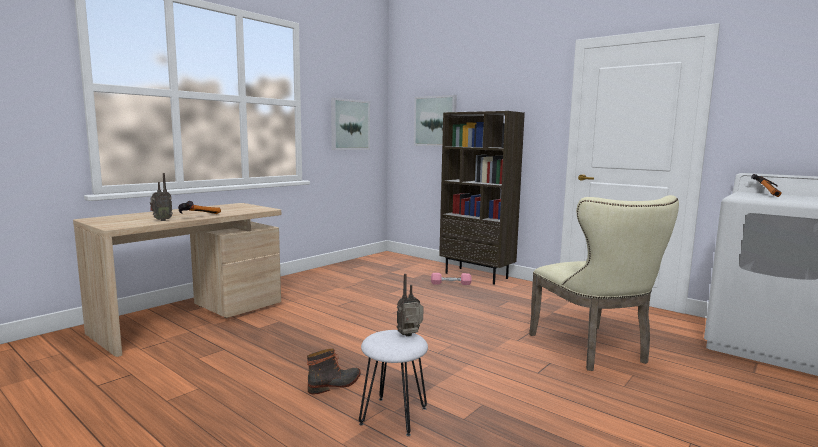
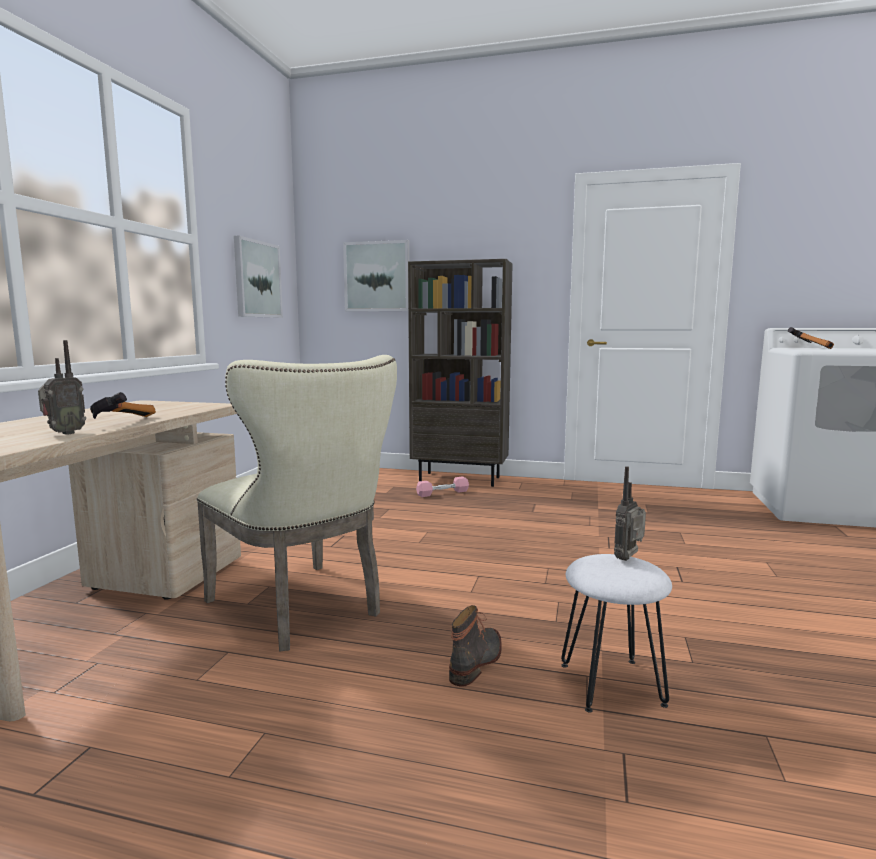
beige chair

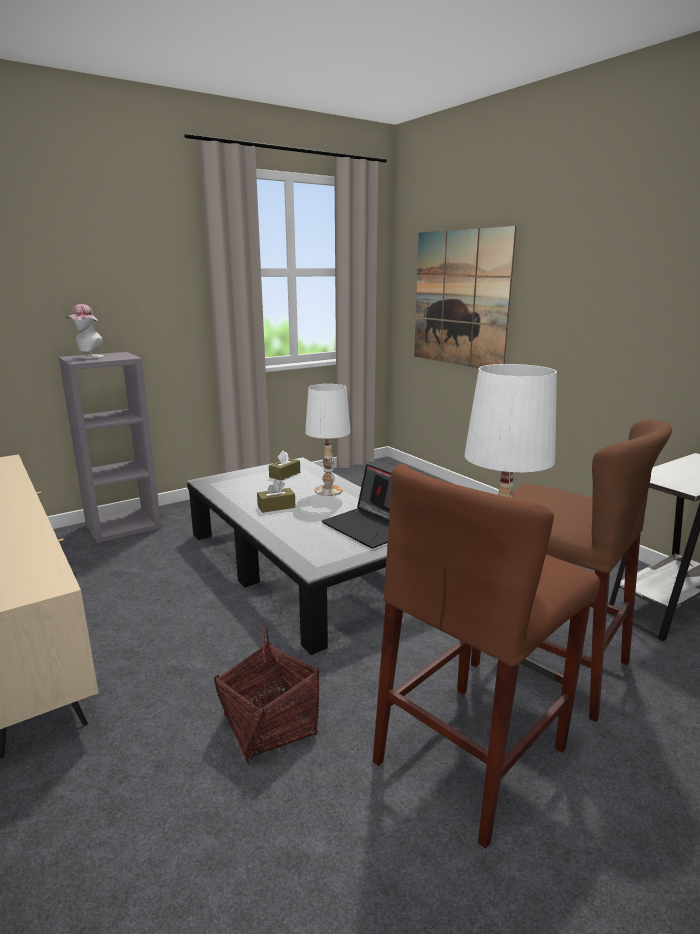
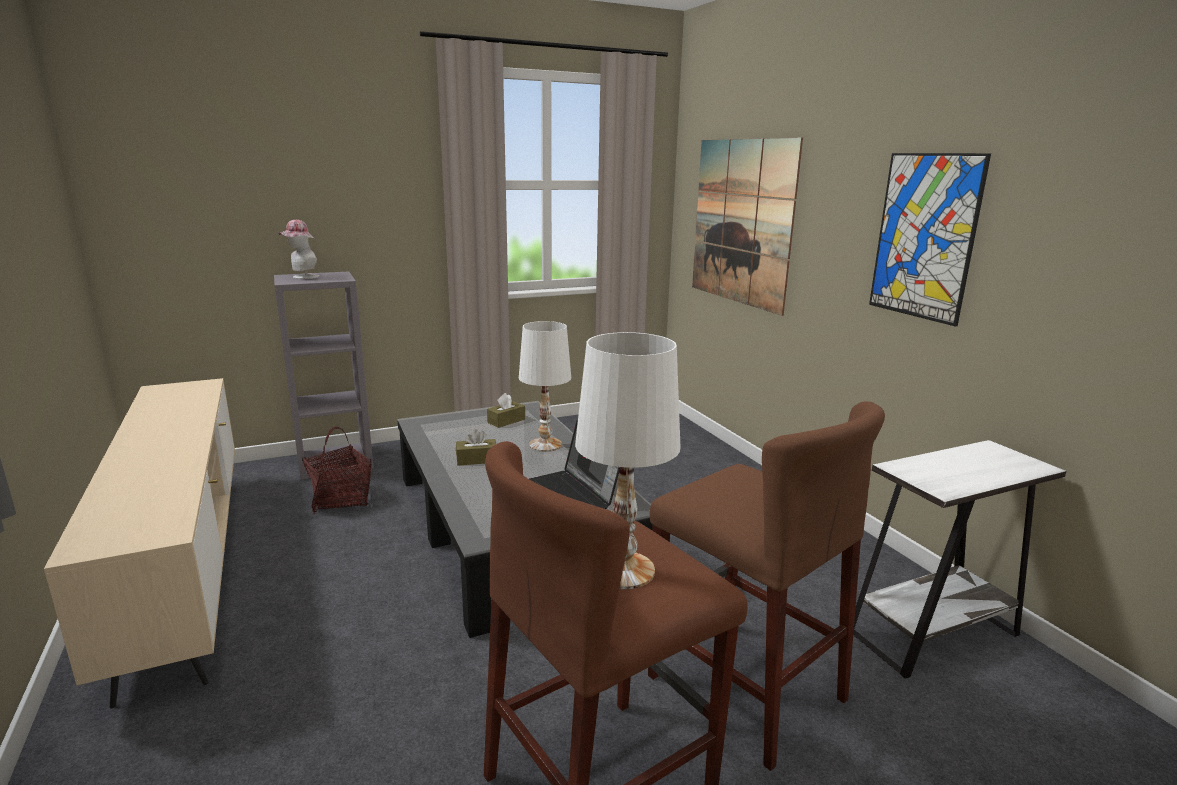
basket
picture (no. 2 from left)

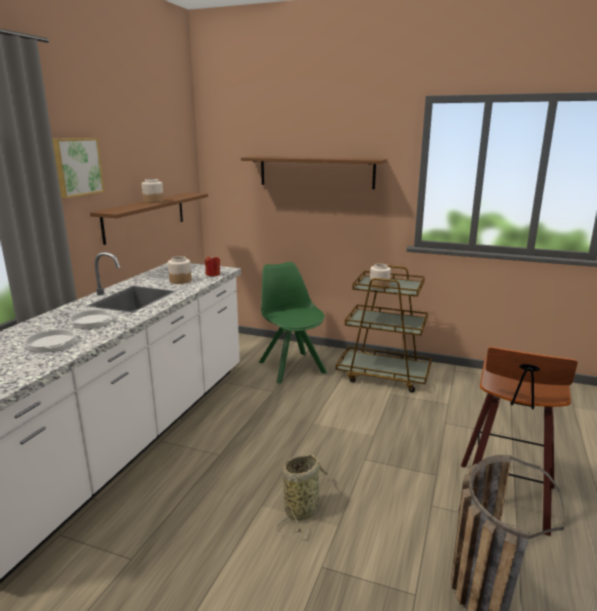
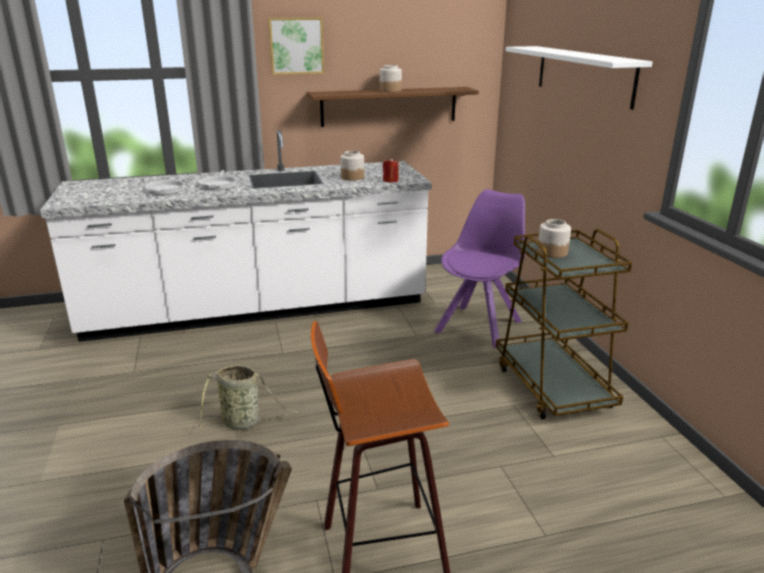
purple chair
white shelf

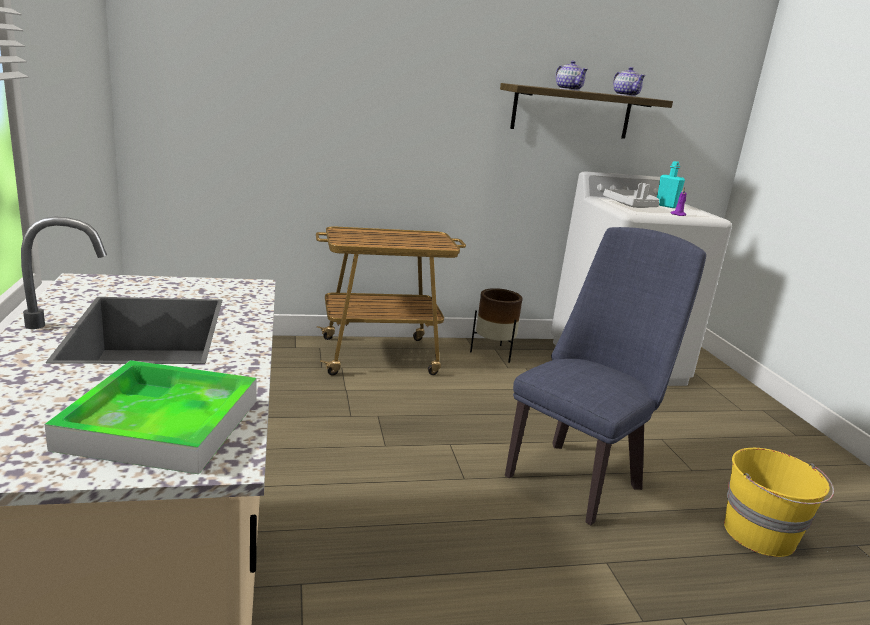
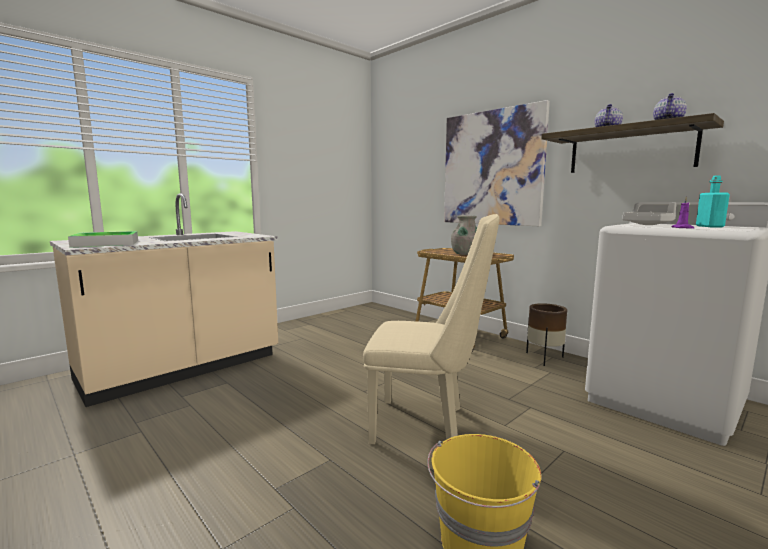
beige chair
picture
grey vase

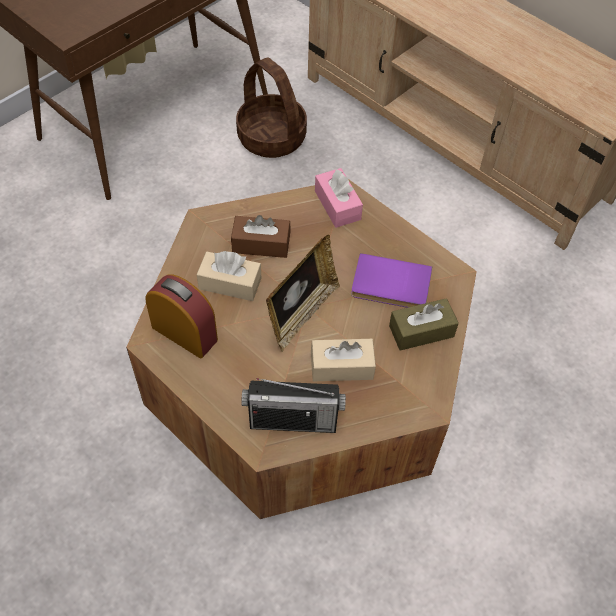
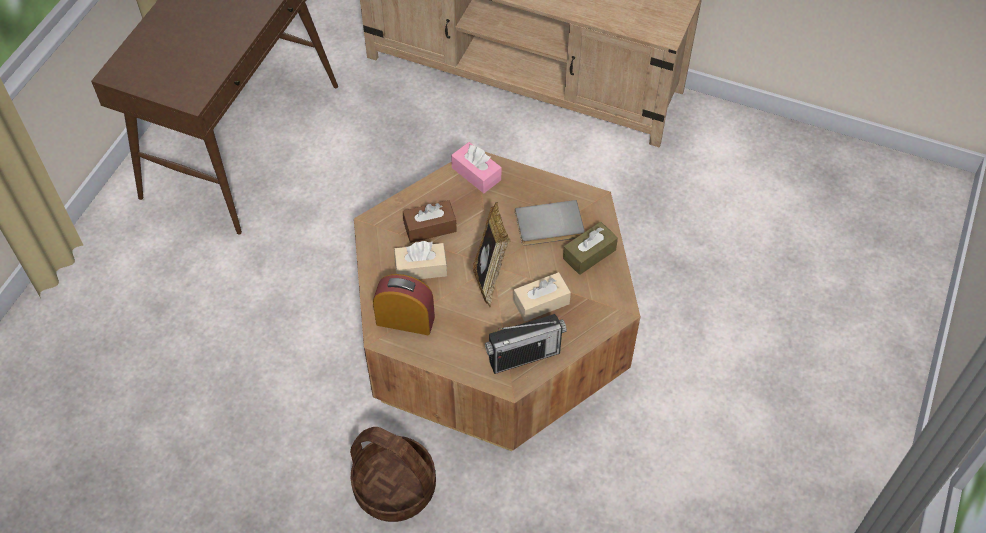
basket
grey book

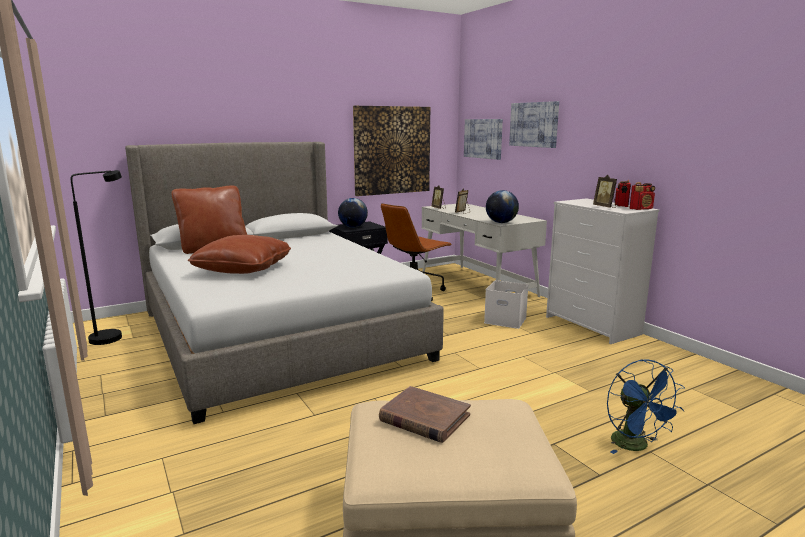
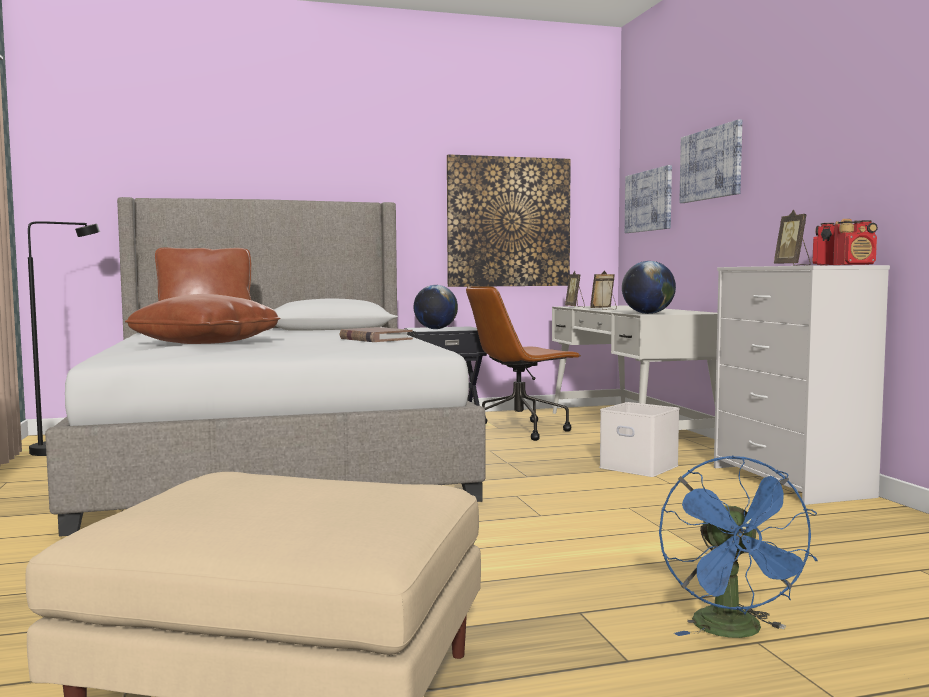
brown book

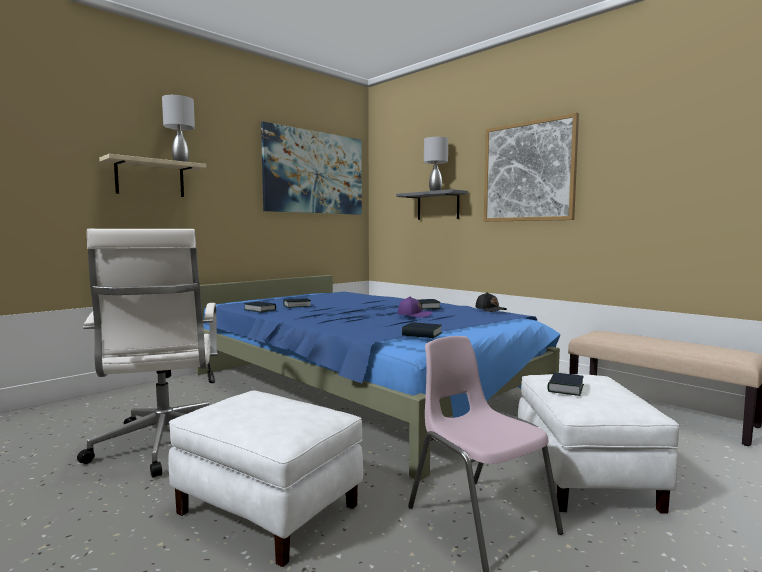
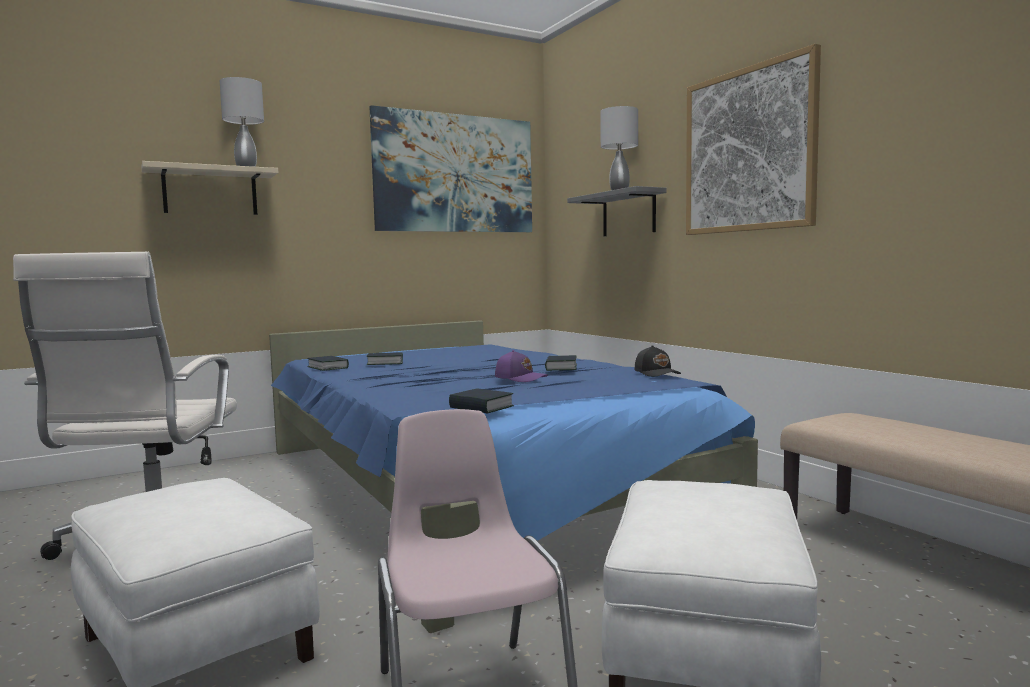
book (no. 5 from left in the first image)

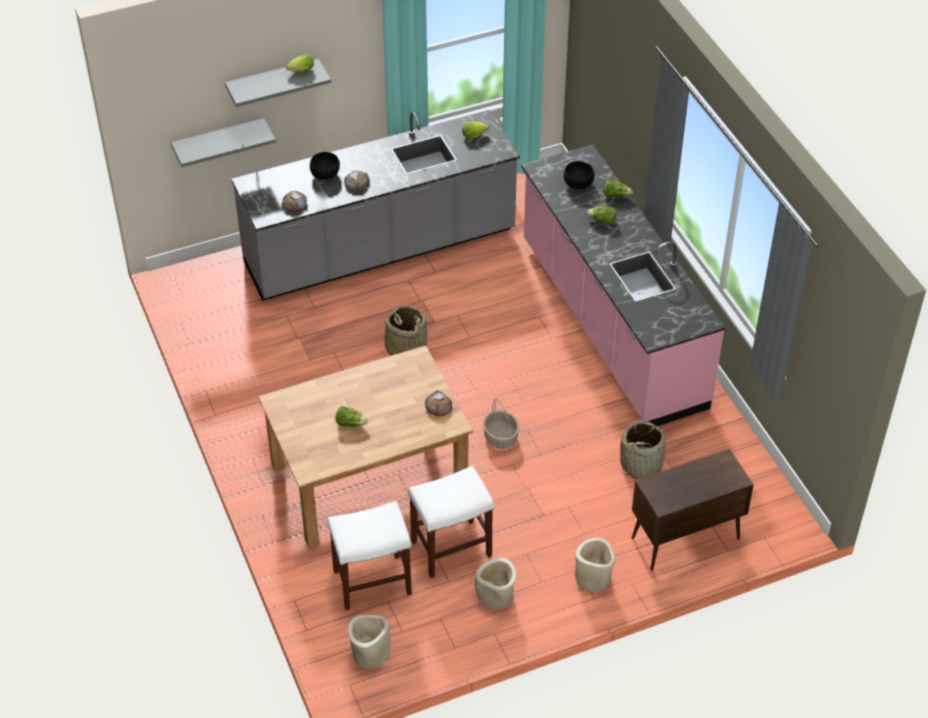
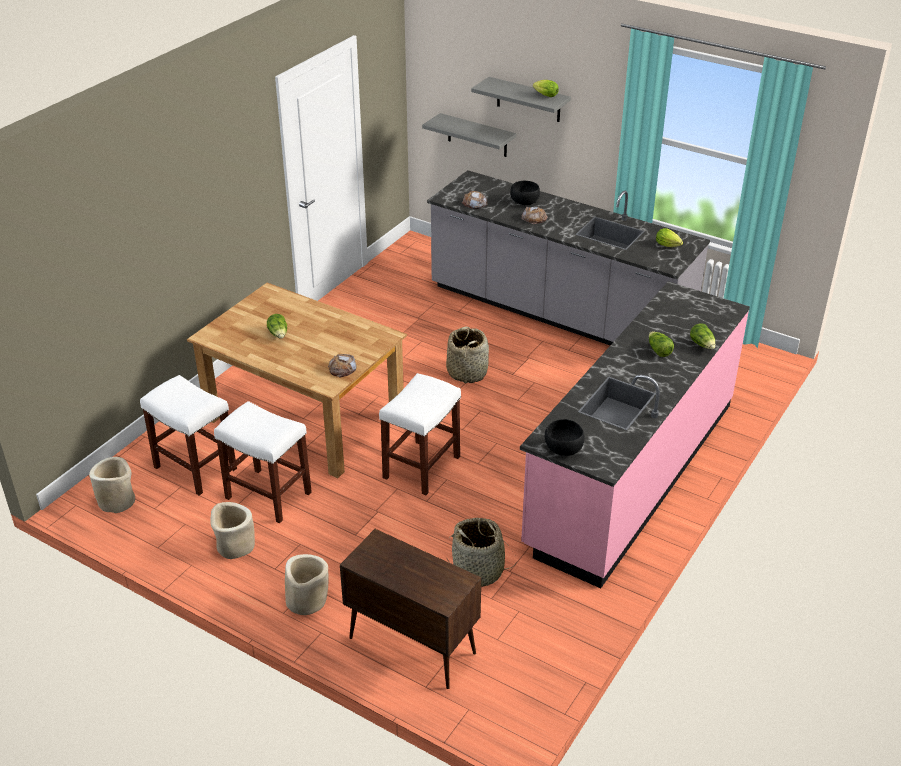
white stool (no. 3 from left)
black bowl (no. 2 from left)

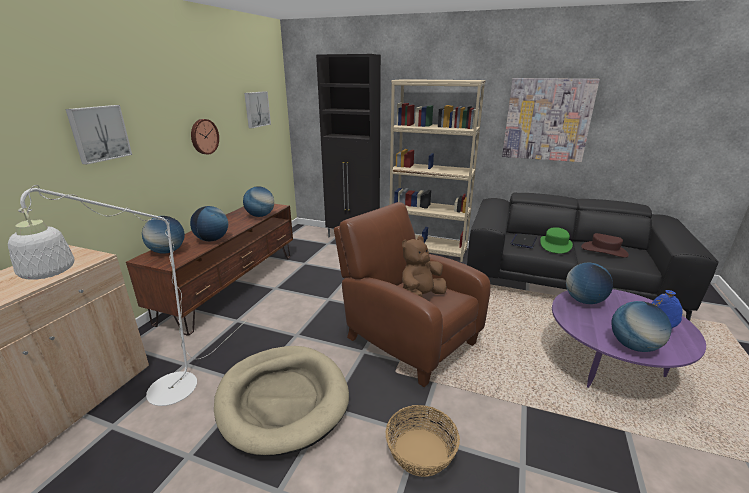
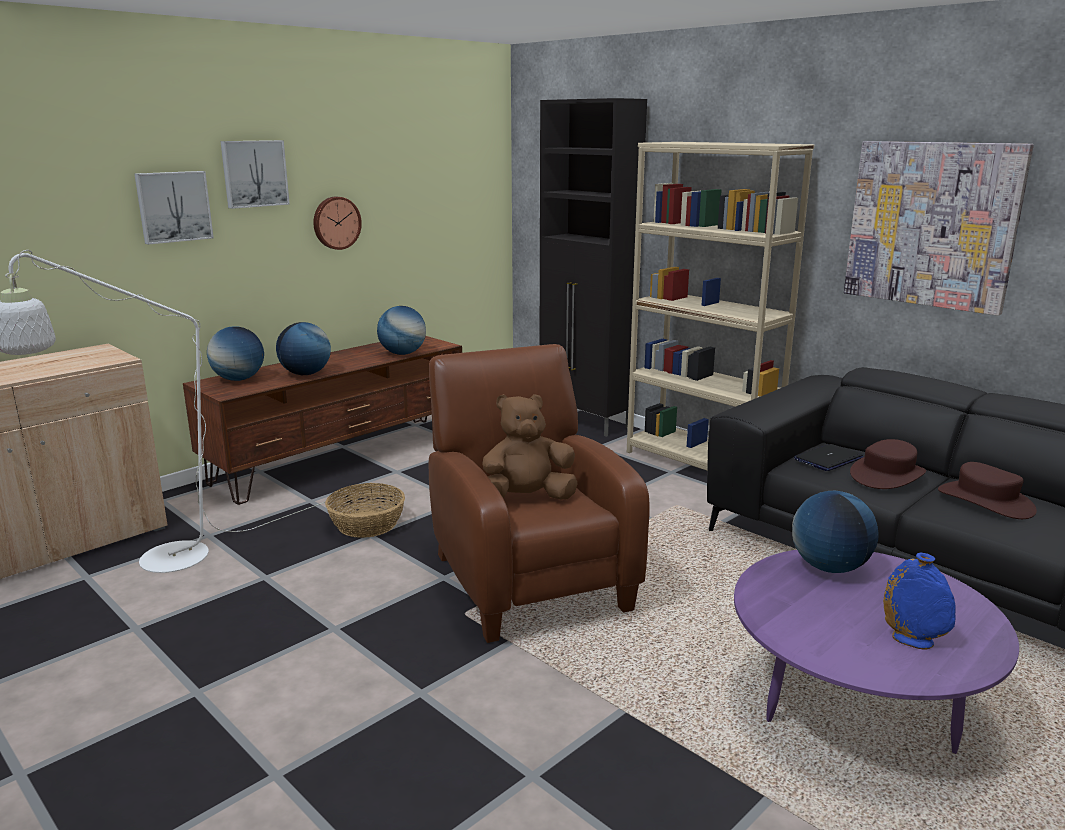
picture (no. 2 from left)
basket
brown hat (no. 1 from left)
beige dog bed
globe (no. 5 from left in the first image)

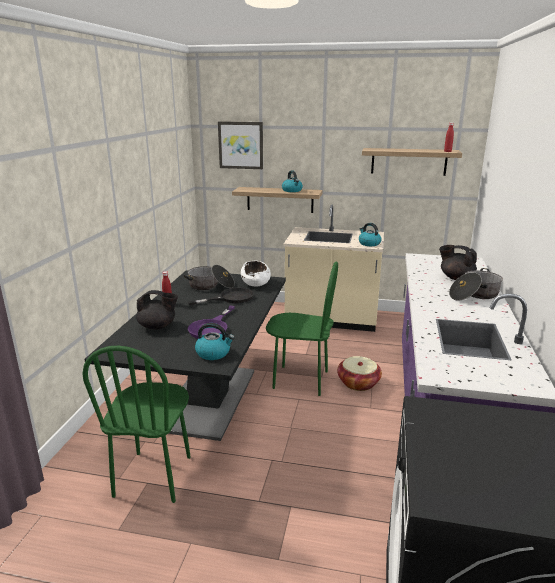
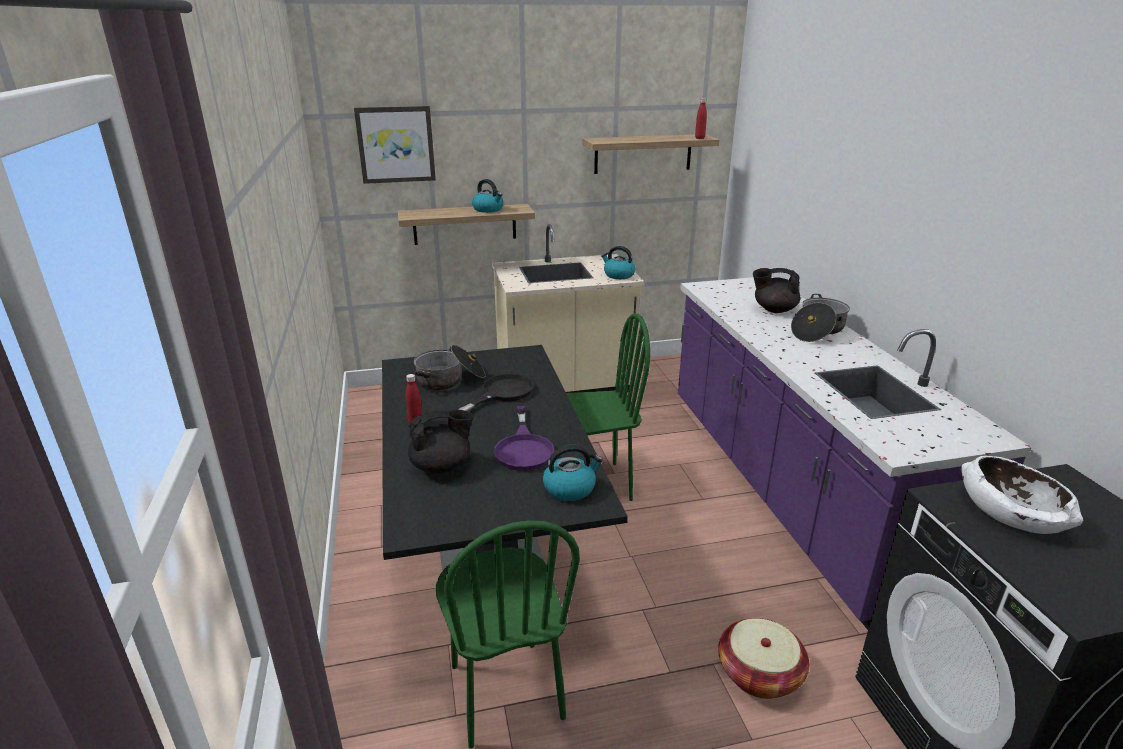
basket
white bowl

